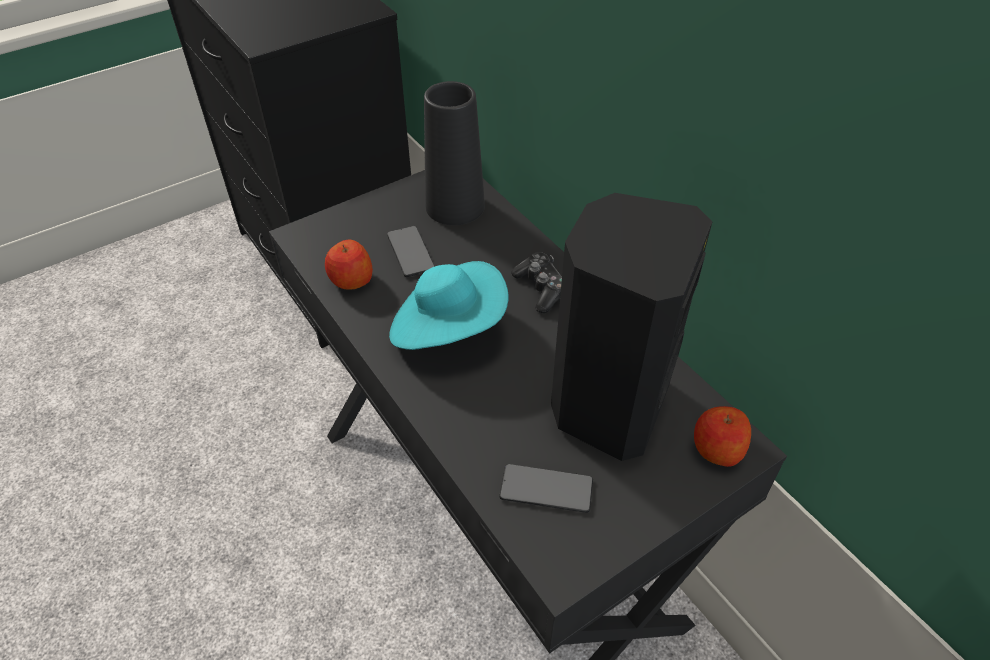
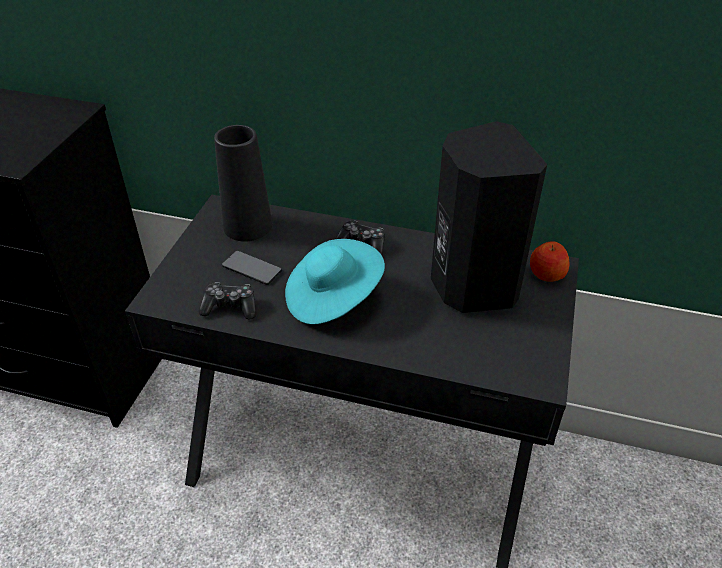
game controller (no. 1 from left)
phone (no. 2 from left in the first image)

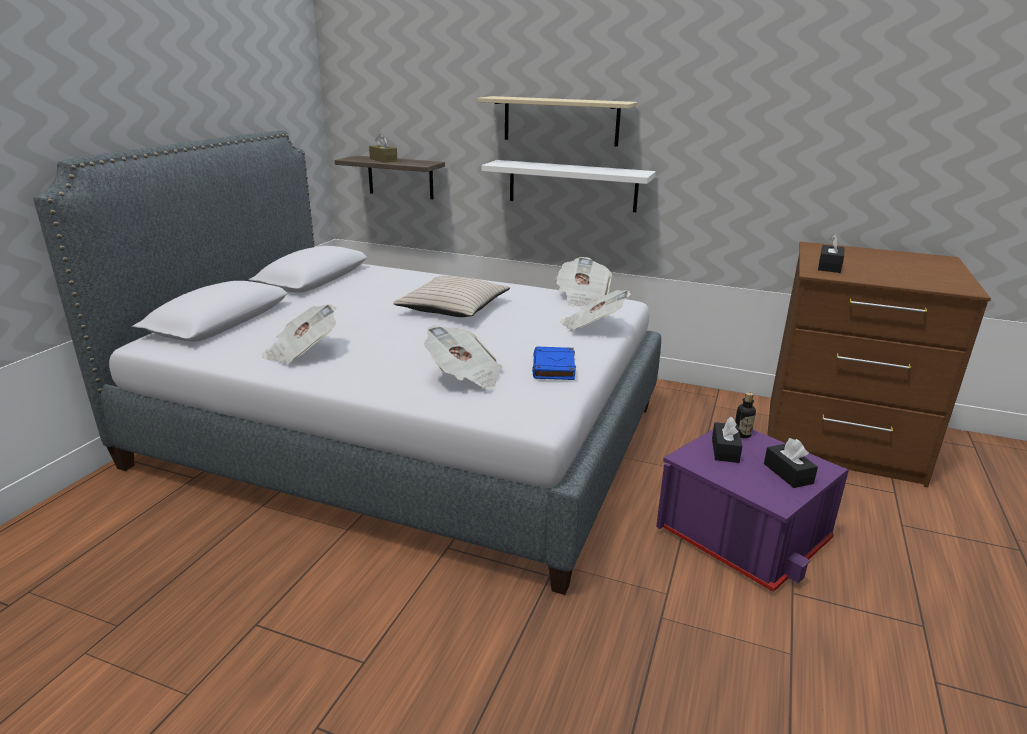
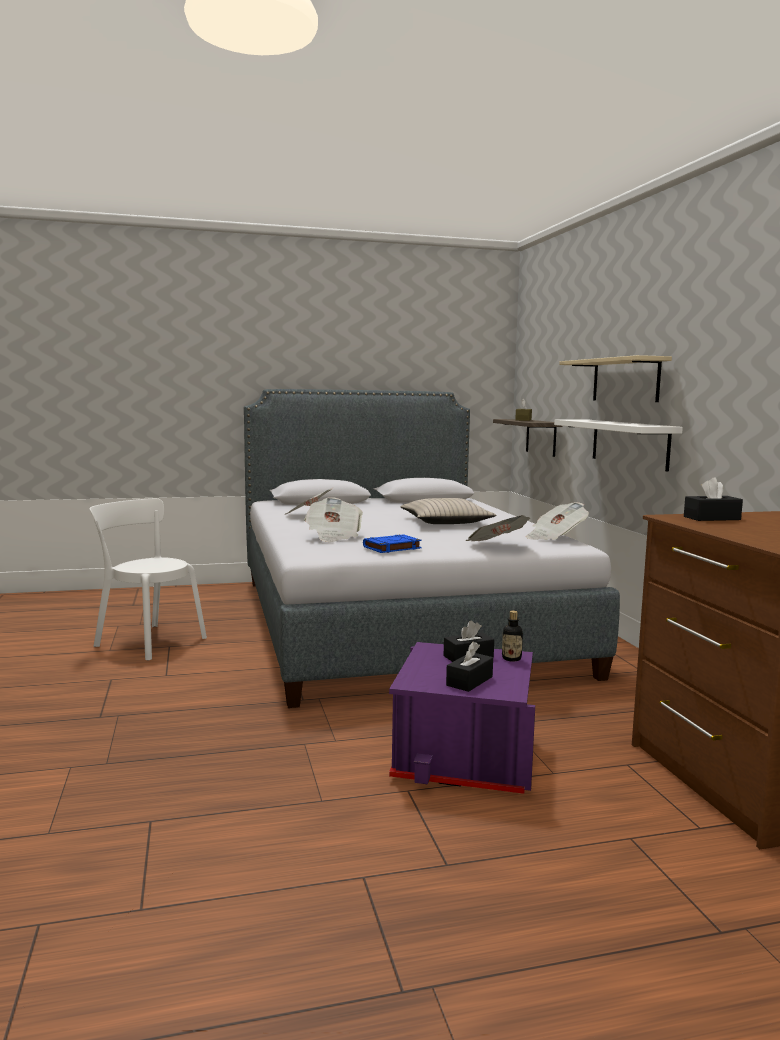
white chair

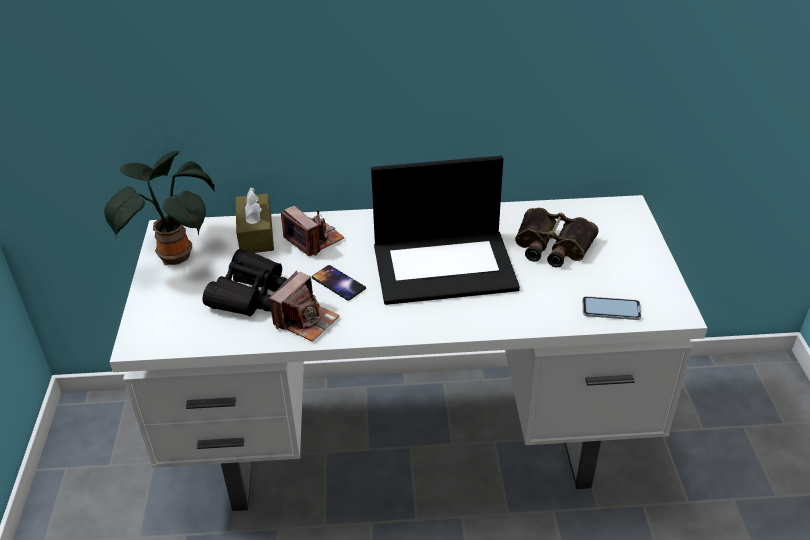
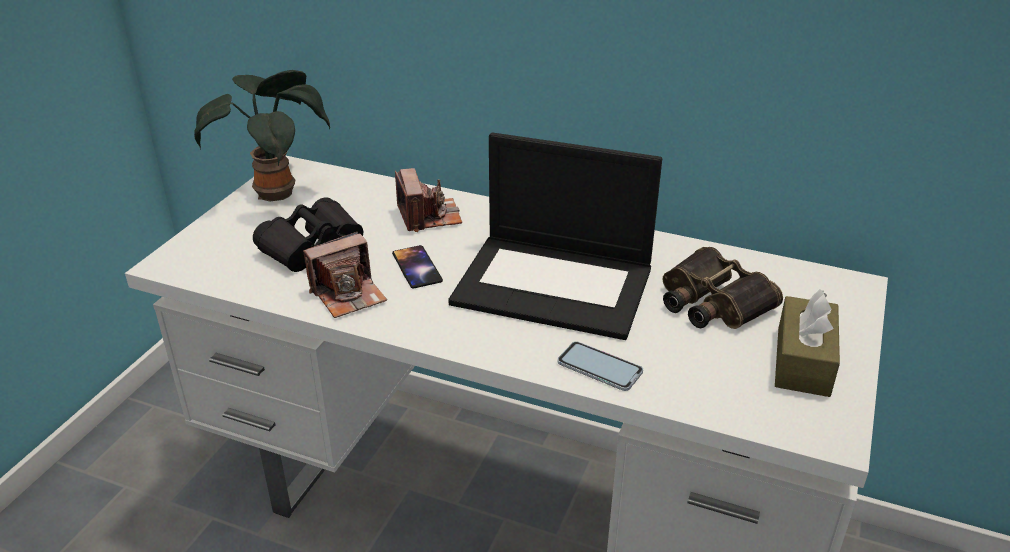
phone (no. 2 from left)
brown tissue box

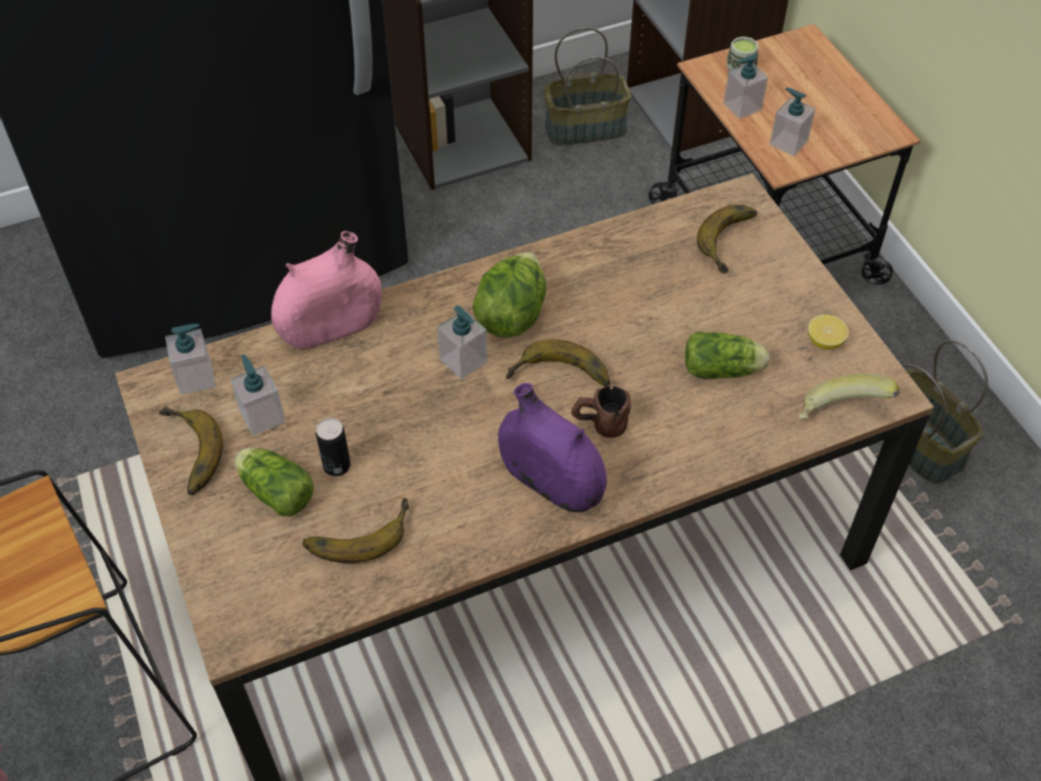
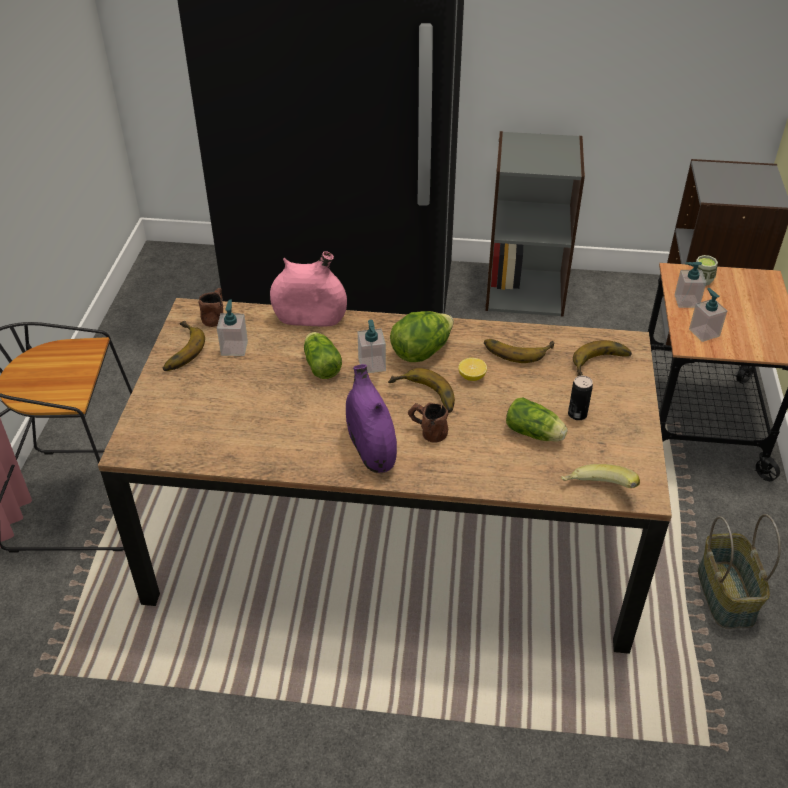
brown mug (no. 1 from left)
lettuce (no. 1 from left)
lemon
banana (no. 3 from left)
can
basket (no. 1 from left in the first image)

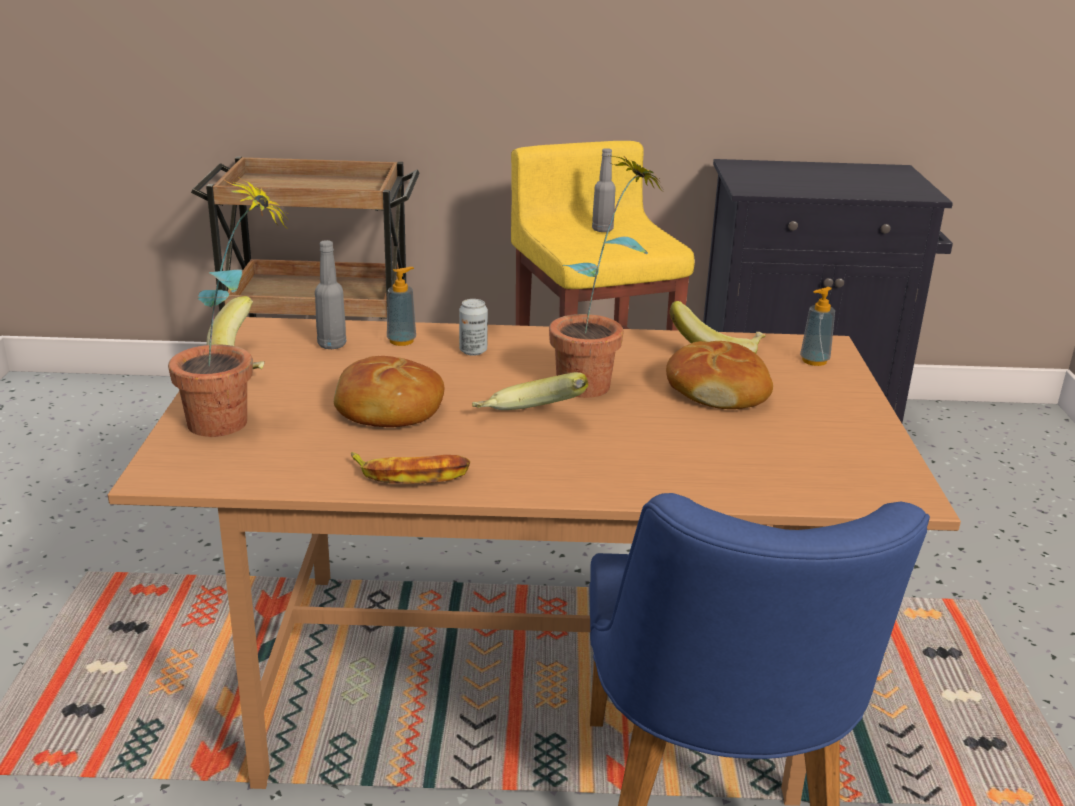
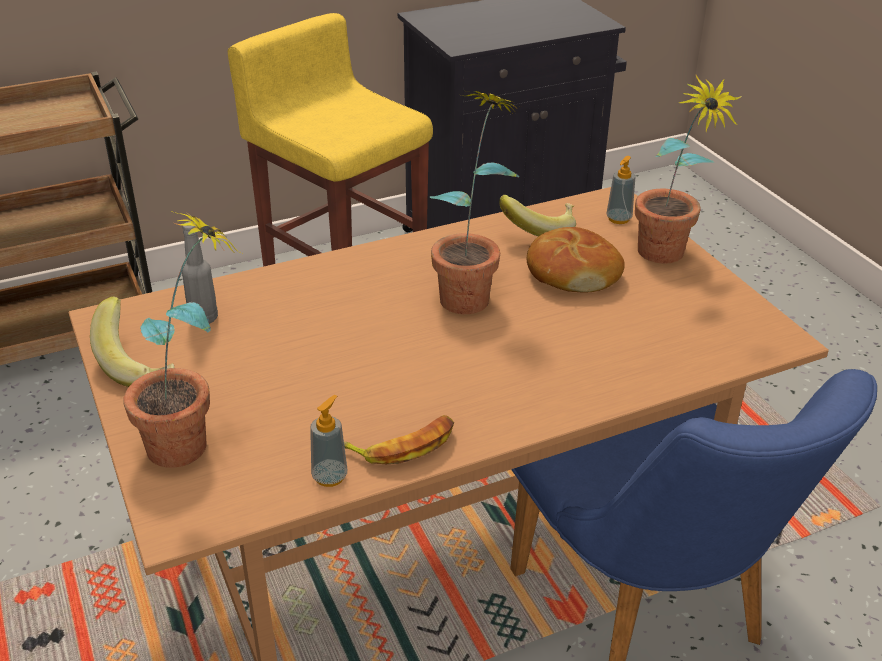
soap dispenser (no. 1 from left)
potted plant (no. 3 from left)
bread (no. 1 from left in the first image)
can
banana (no. 3 from left in the first image)
grey bottle (no. 2 from left in the first image)

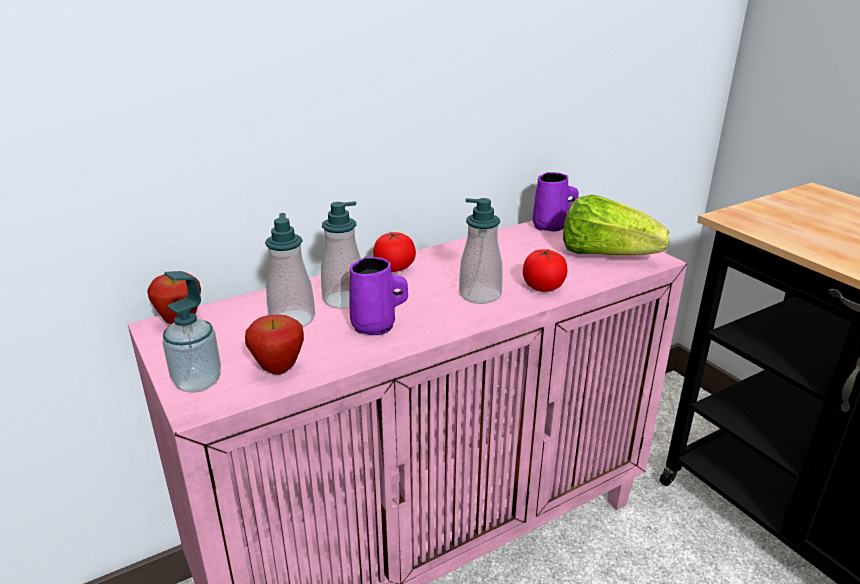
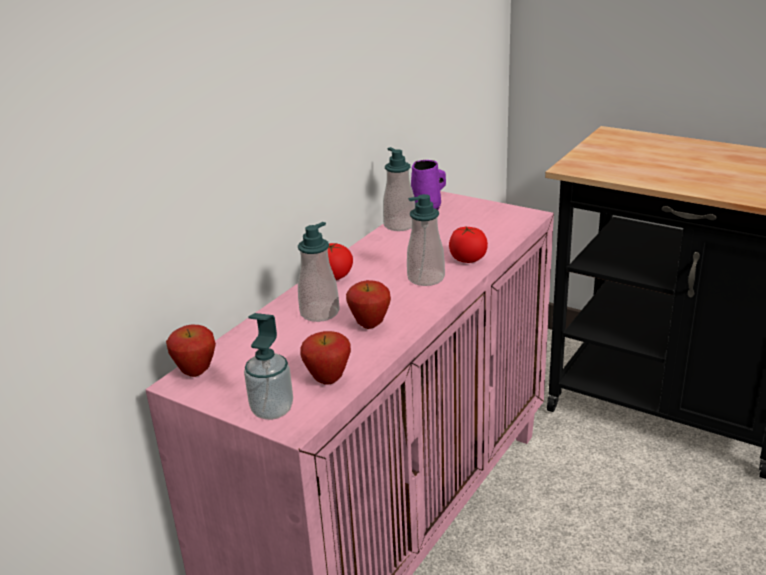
apple (no. 3 from left)
soap dispenser (no. 3 from left)
lettuce

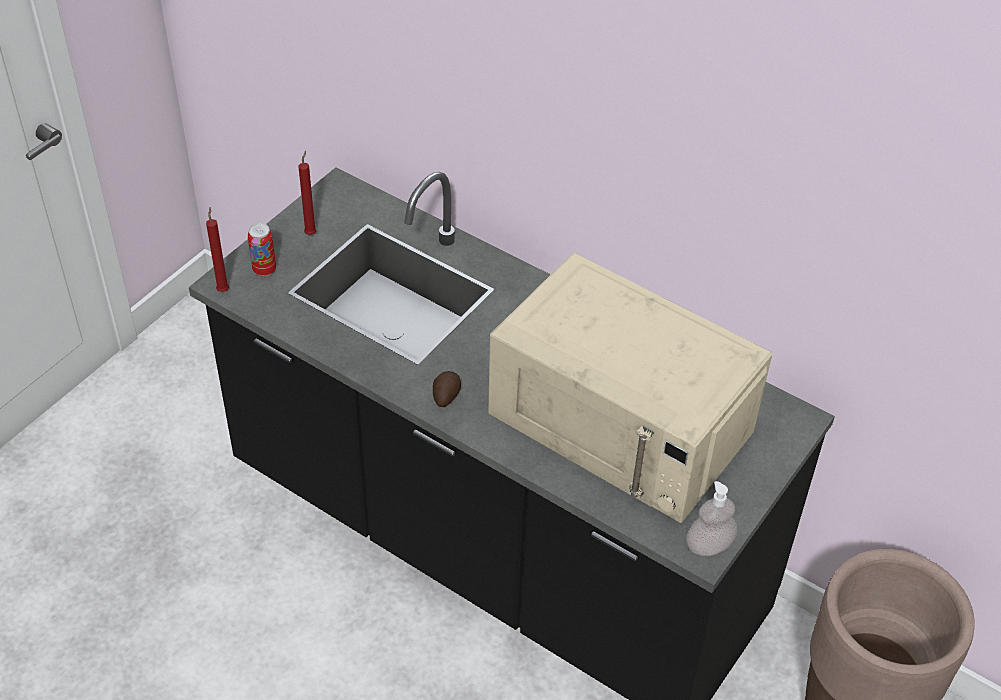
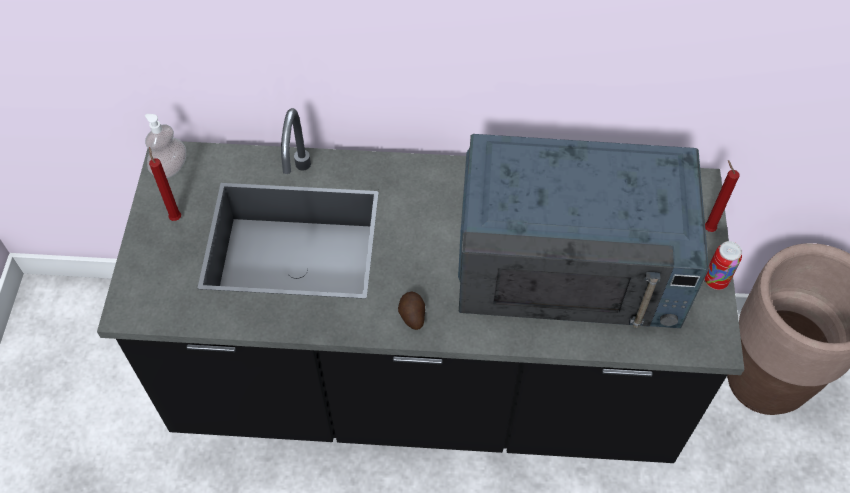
soap dispenser
blue microwave
red candle (no. 2 from left)
can

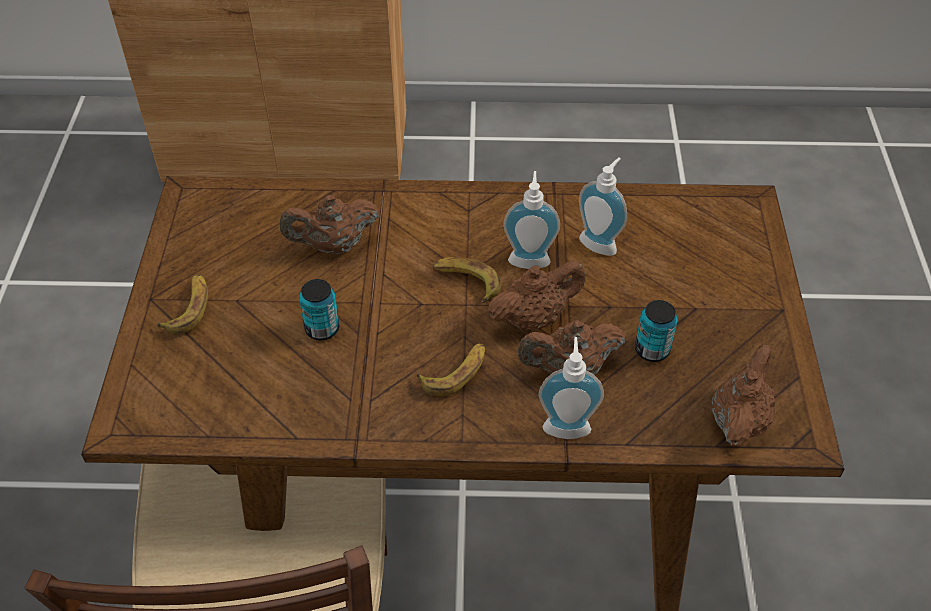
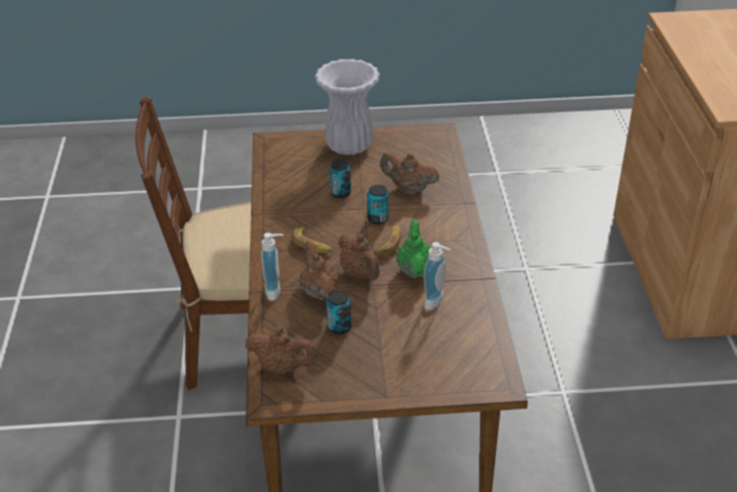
white vase
can (no. 3 from left)
brown teapot (no. 4 from left)
green teapot

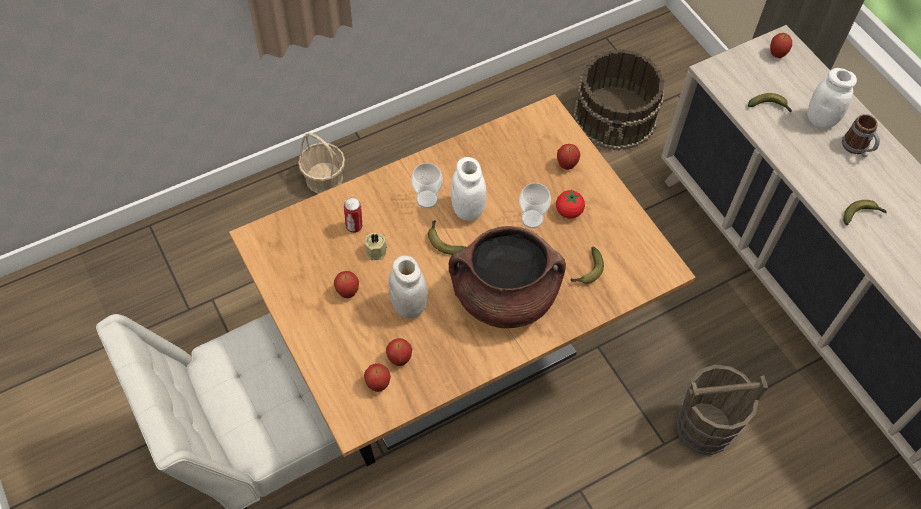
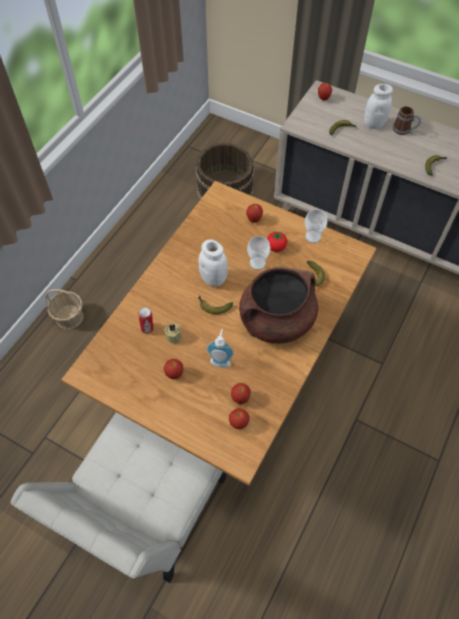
soap dispenser
cup (no. 2 from left)
brown bucket (no. 2 from left in the first image)

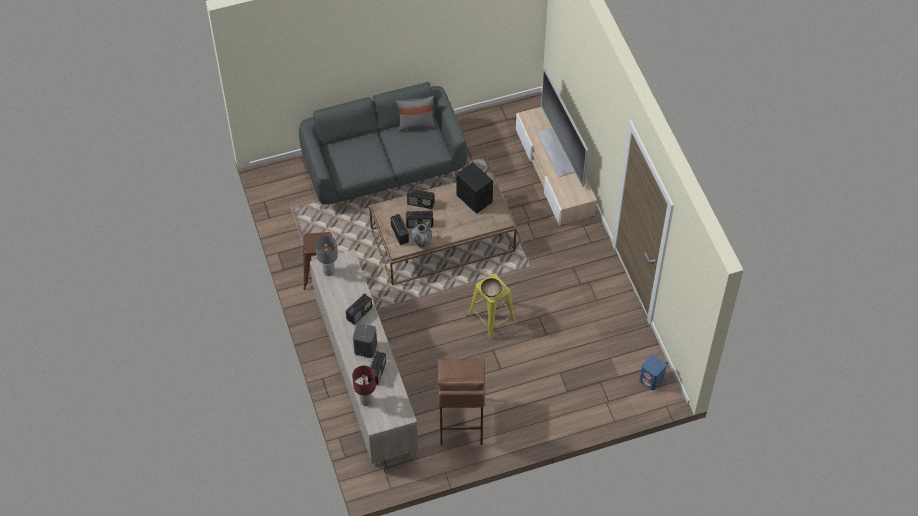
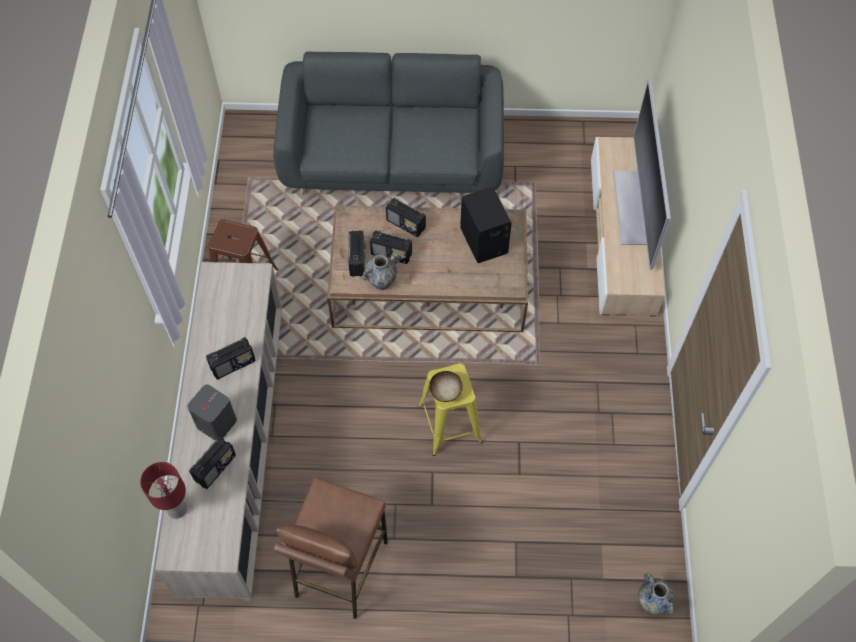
vase (no. 2 from left)
grey table lamp
grey pillow

